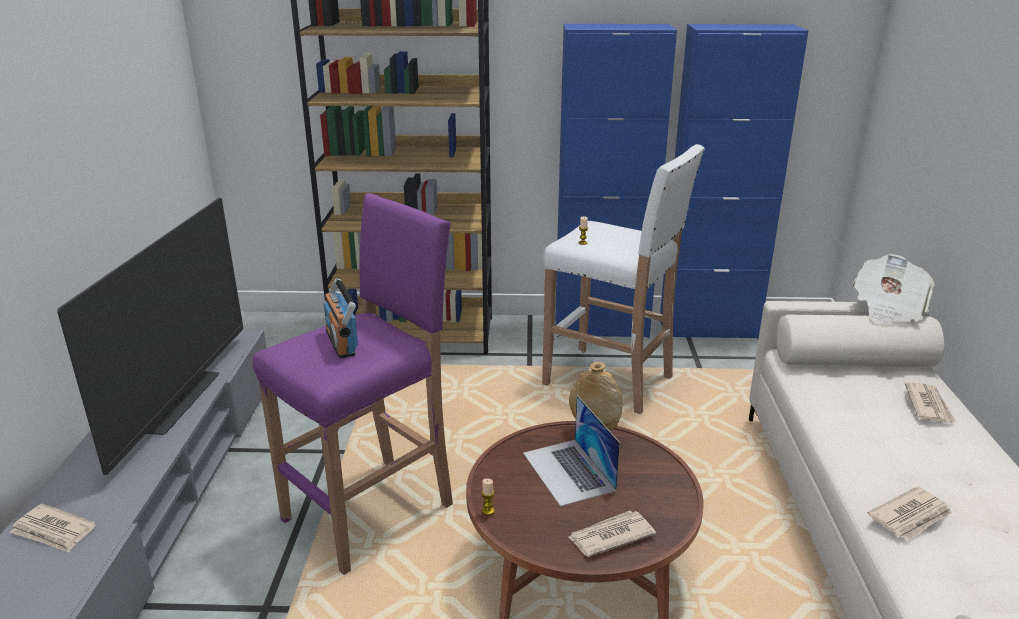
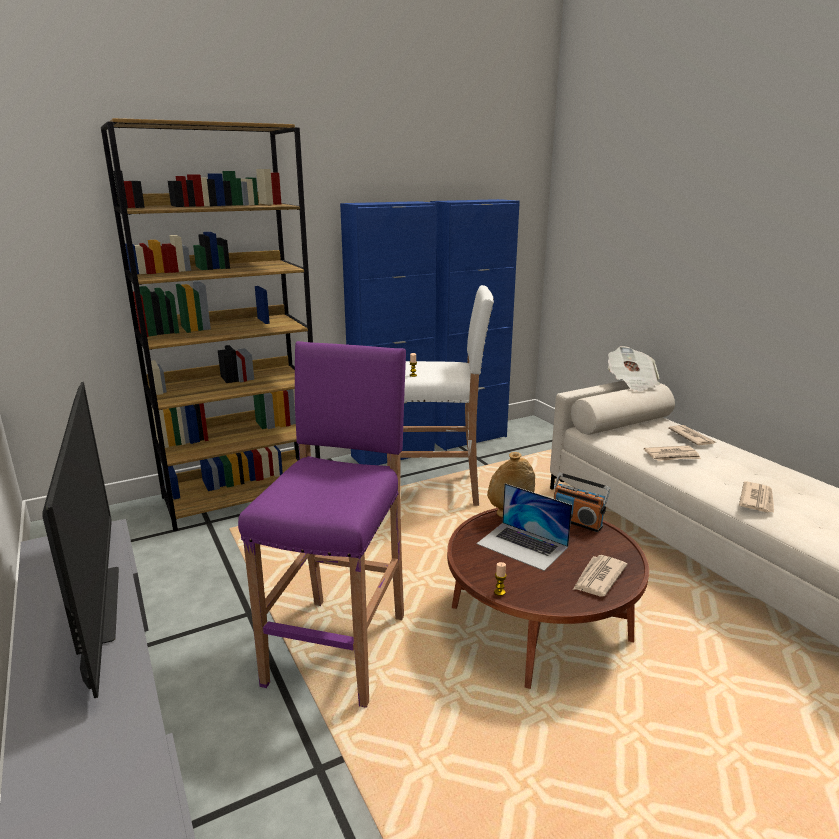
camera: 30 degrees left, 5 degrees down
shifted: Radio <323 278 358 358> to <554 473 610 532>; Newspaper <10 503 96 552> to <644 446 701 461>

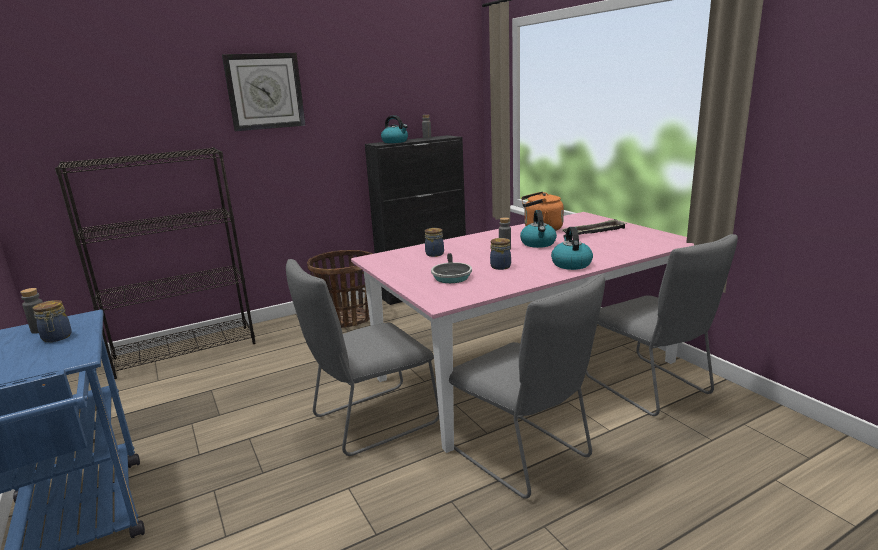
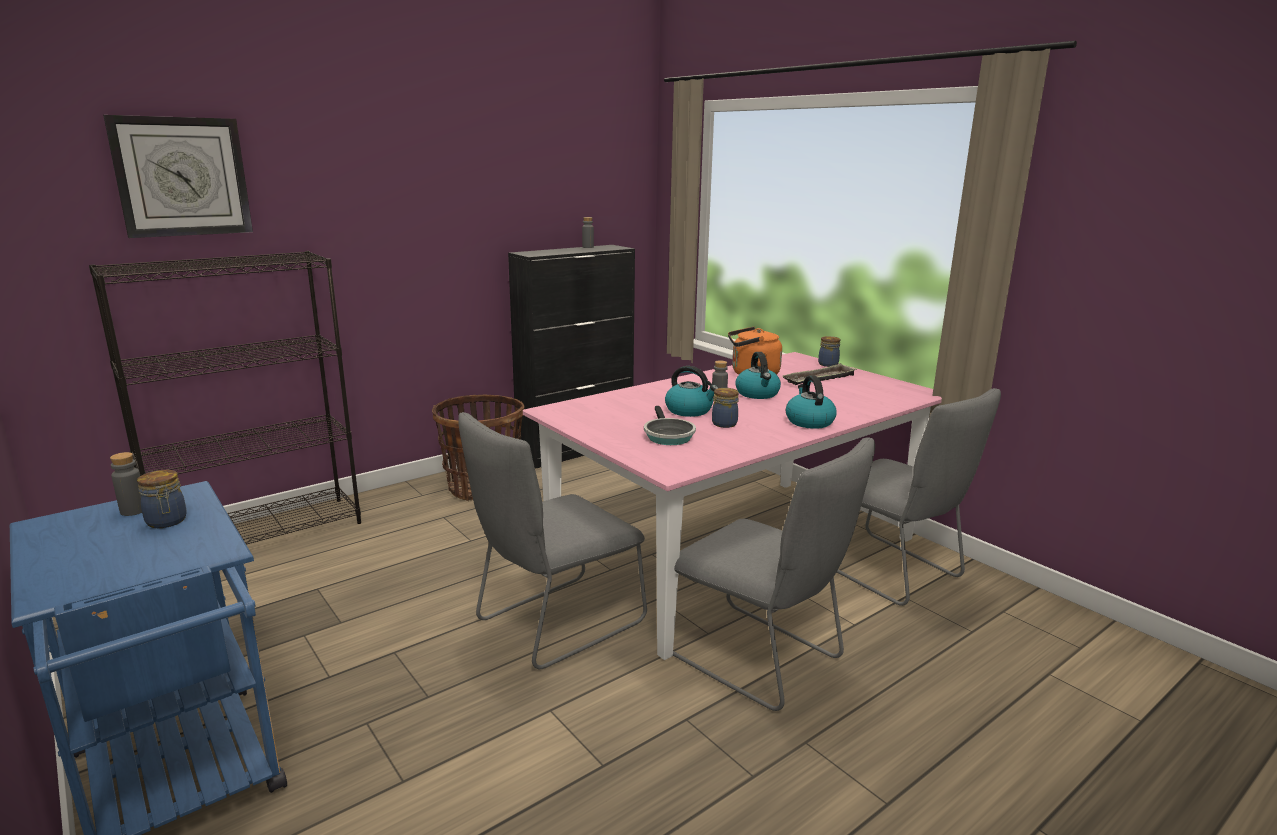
camera: 10 degrees left, 0 degrees up
shifted: WallClock <222 53 306 131> to <103 115 253 238>; Kettle <381 115 408 143> to <665 366 718 417>; Jar <425 228 444 257> to <818 336 840 367>

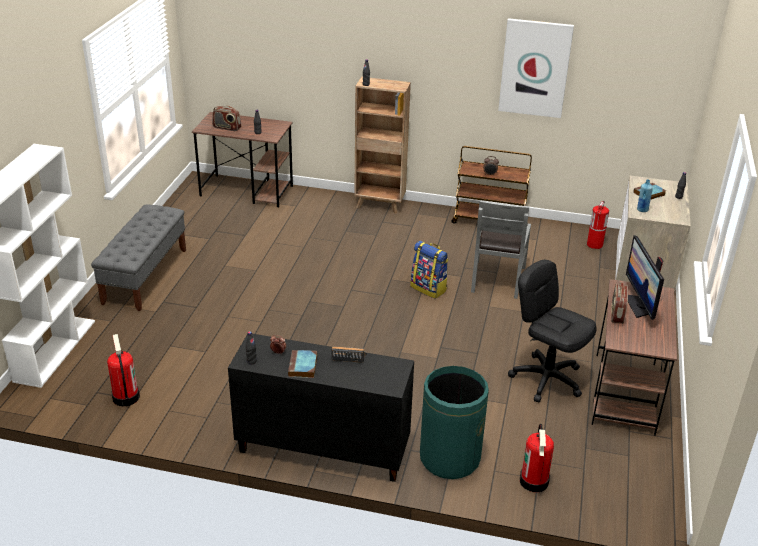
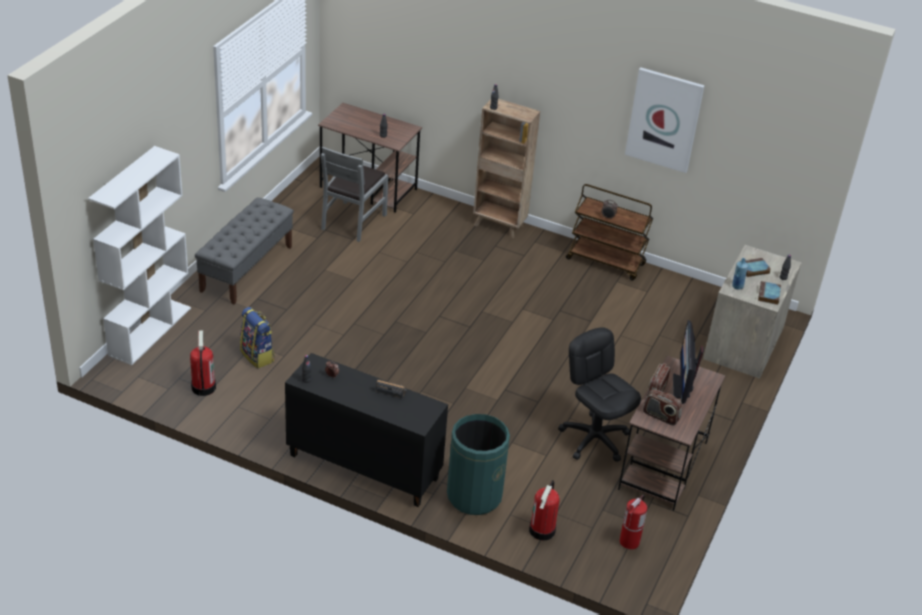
camera: 10 degrees right, 5 degrees up
shifted: Radio <212 106 241 131> to <643 389 682 426>; GreyChair <471 200 531 299> to <321 146 388 242>; FireExtinguisher <587 201 609 249> to <620 495 647 549>; Backpack <411 241 448 299> to <240 307 275 369>; Book <288 350 317 378> to <758 281 781 305>

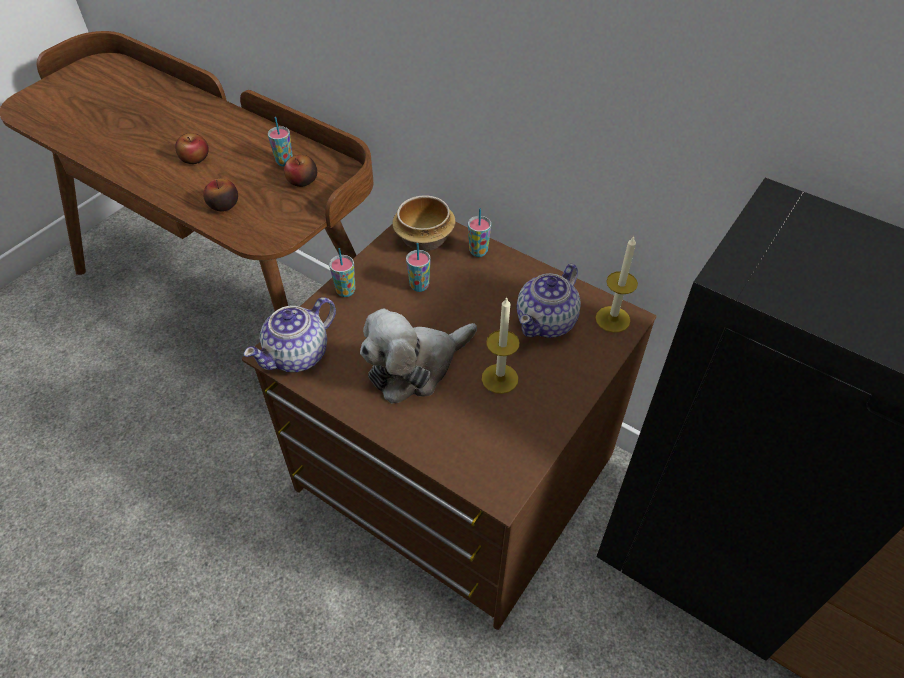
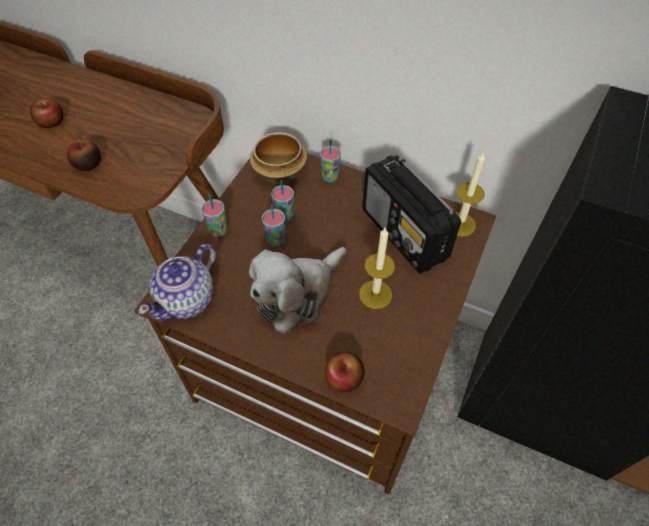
camera: 10 degrees left, 5 degrees up
shifted: Cup <268 117 293 166> to <262 204 285 247>; Apple <284 155 317 187> to <325 352 365 392>
swapped: Teapot <516 264 581 338> to Radio <362 155 461 274>

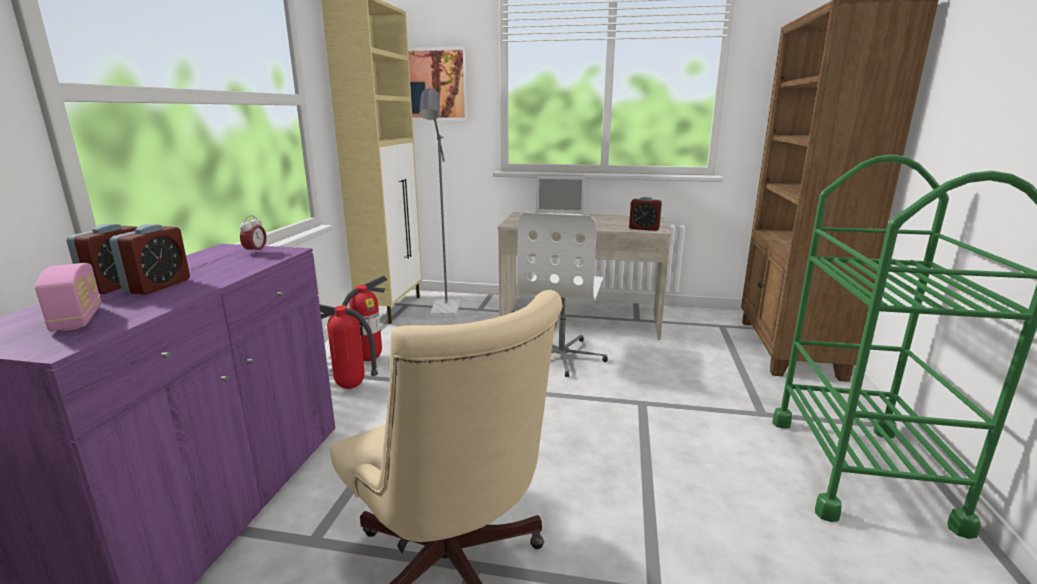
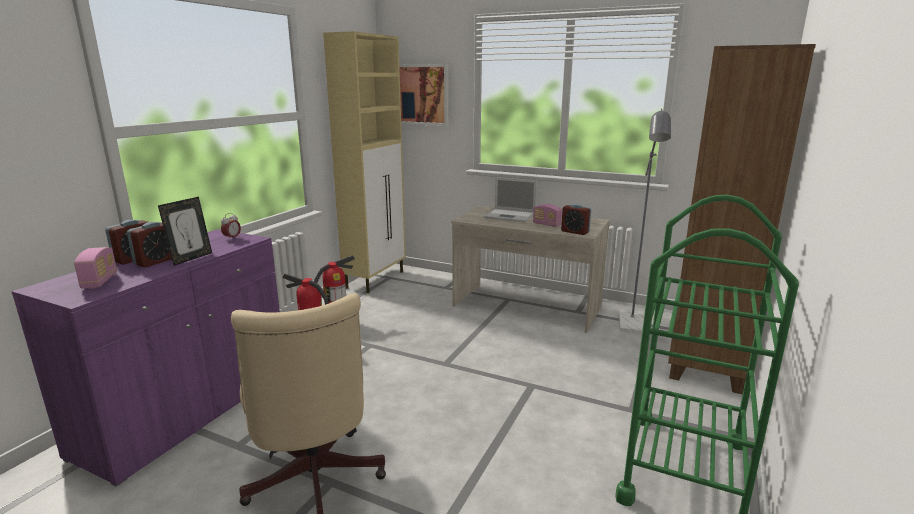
camera: 15 degrees right, 0 degrees up
gone: WhiteOfficeChair <517 213 608 377>
new: PictureFrame <158 197 212 266>; Radio <533 204 562 227>
shifted: GreyFloorLamp <419 87 460 316> to <619 109 671 333>

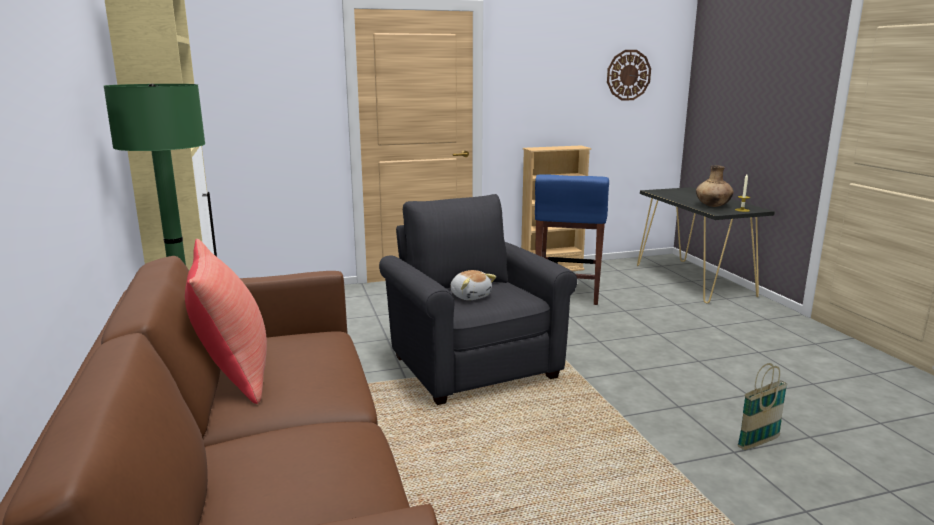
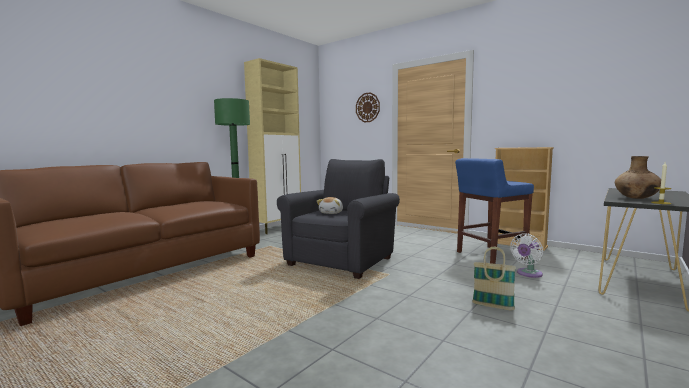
camera: 55 degrees right, 10 degrees down
gone: RedPillow <185 239 267 404>
new: WhiteFan <510 233 543 278>
shifted: WallClock <607 50 651 101> to <356 92 380 123>; Basket <738 363 788 450> to <472 247 516 311>

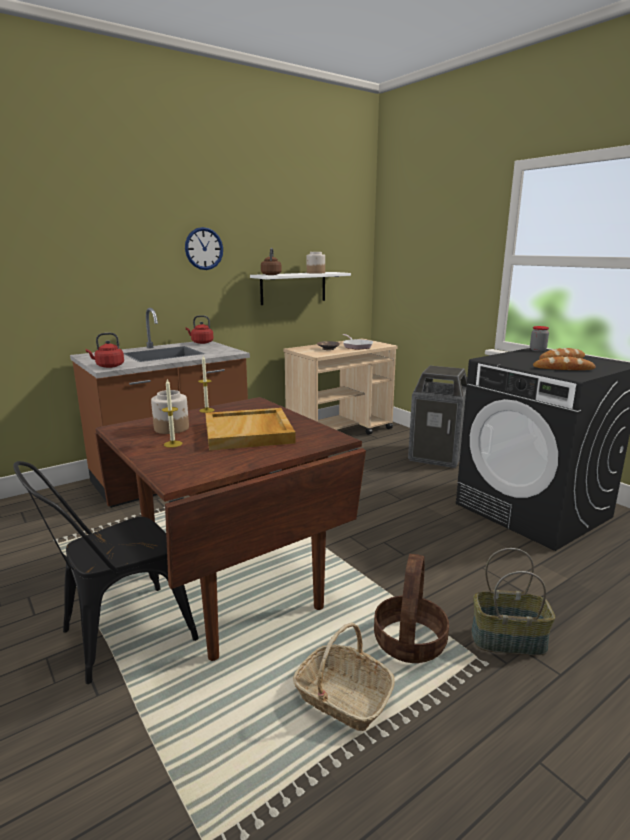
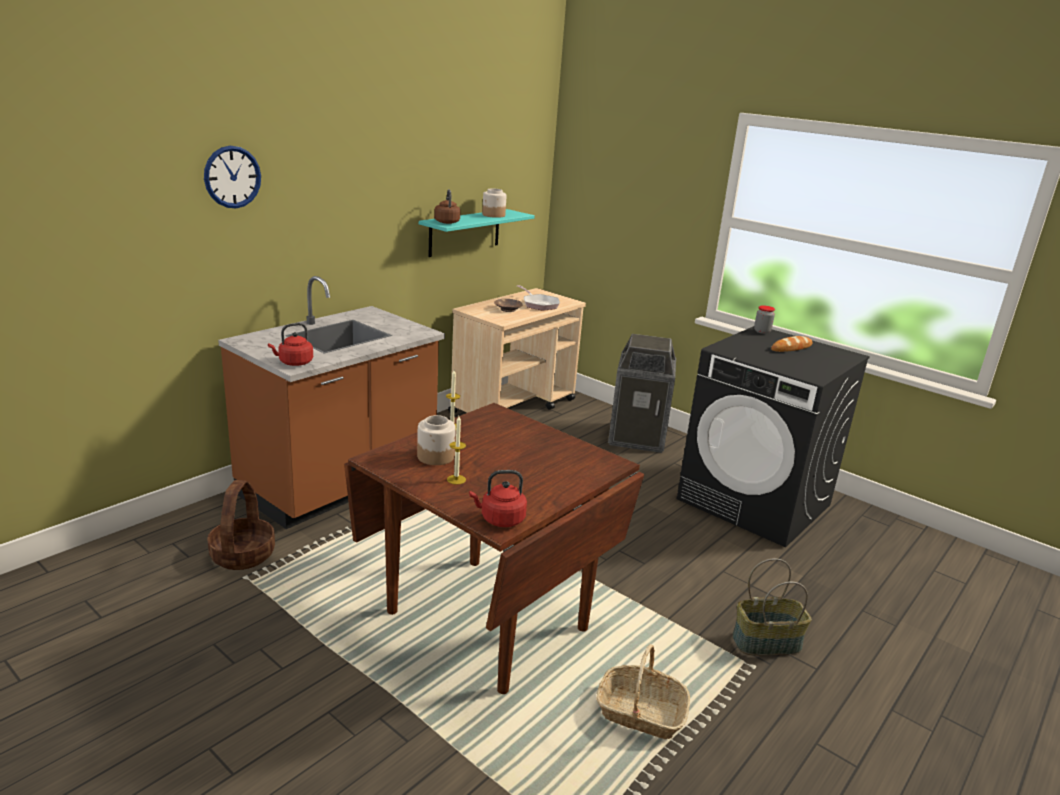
camera: 15 degrees left, 5 degrees up
gone: Bread <533 356 596 370>; BeigeTray <205 408 296 450>; BlackChair <13 461 198 684>
shifted: WallClock <185 227 223 270> to <204 146 261 208>; RedKettle <186 315 214 344> to <469 470 527 527>; Basket <374 554 449 663> to <207 480 275 570>
repainted: WhiteShelf <250 272 351 305> to TurquoiseShelf <419 209 535 257>

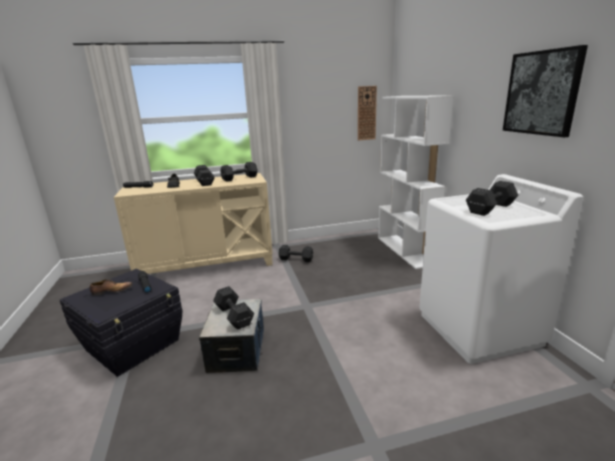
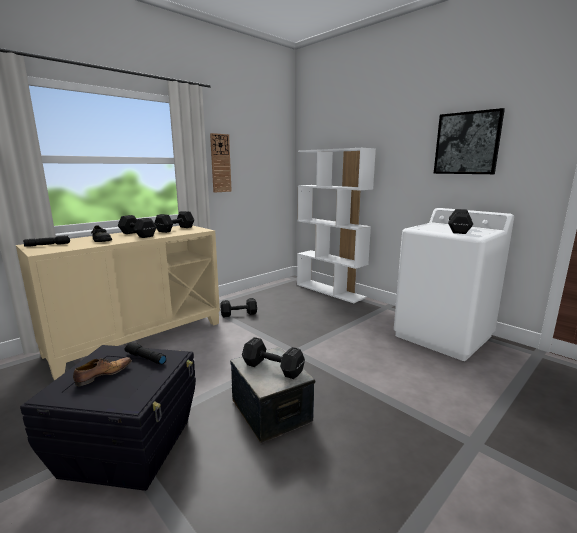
camera: 30 degrees left, 5 degrees down
shifted: WallClock <358 86 377 140> to <210 133 232 193>

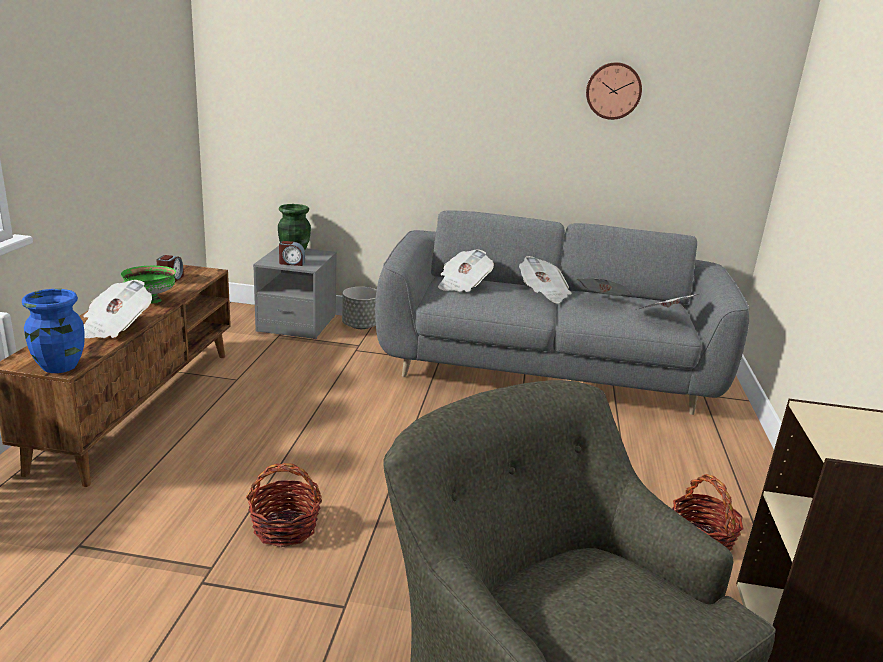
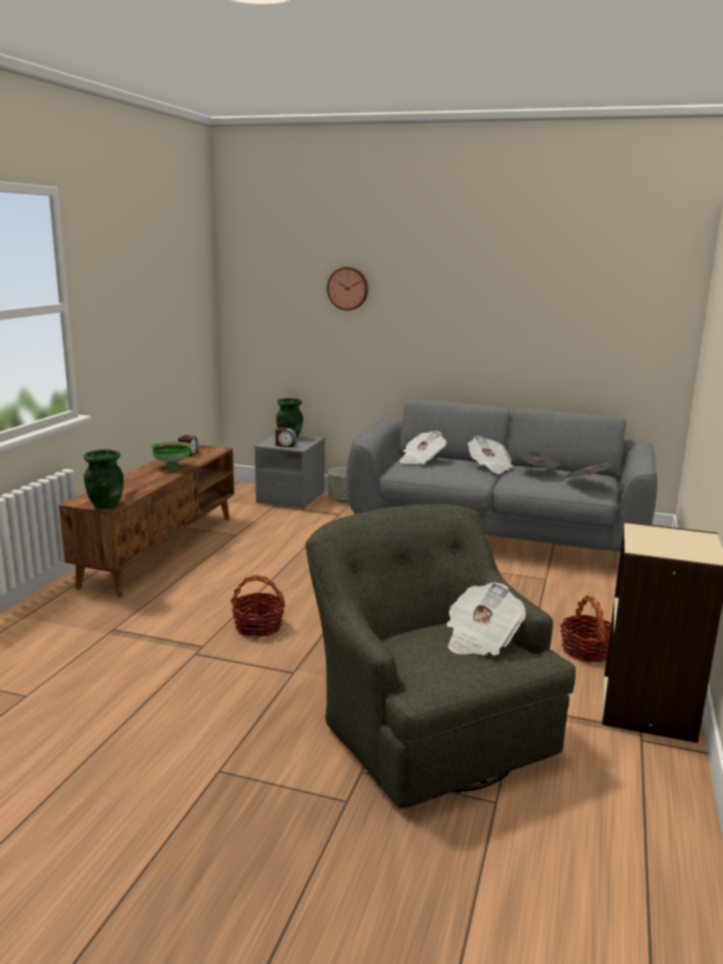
camera: 10 degrees right, 5 degrees down
shifted: WallClock <586 62 642 120> to <327 267 368 311>; Newspaper <83 280 152 338> to <446 582 526 656>
repainted: BlueVase <22 289 85 373> to GreenVase <84 449 124 509>

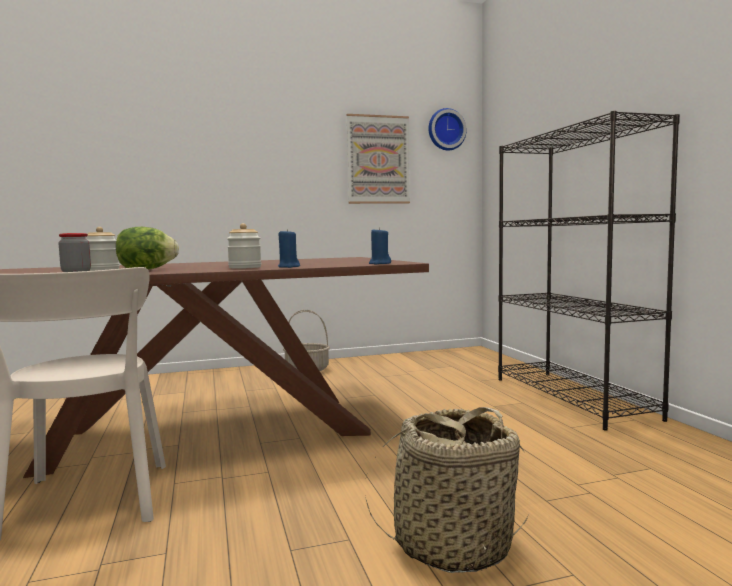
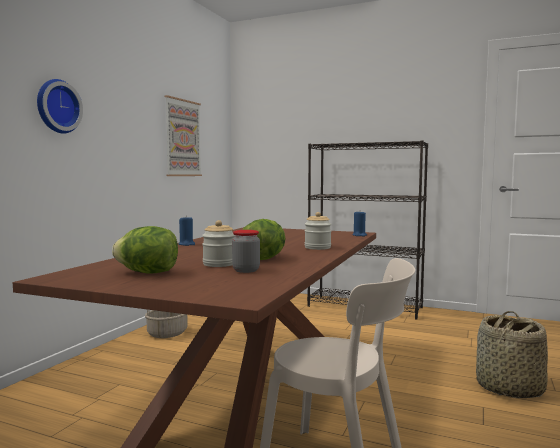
camera: 50 degrees left, 0 degrees up
new: Lettuce <112 226 178 274>
shifted: WallClock <429 108 467 151> to <37 79 83 134>; BlueCandle <278 229 300 268> to <179 217 195 246>

